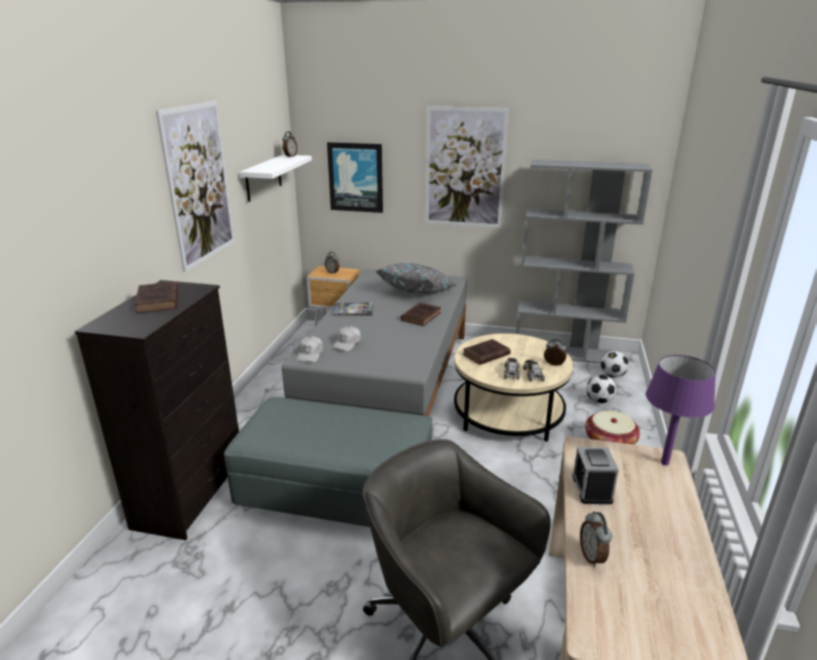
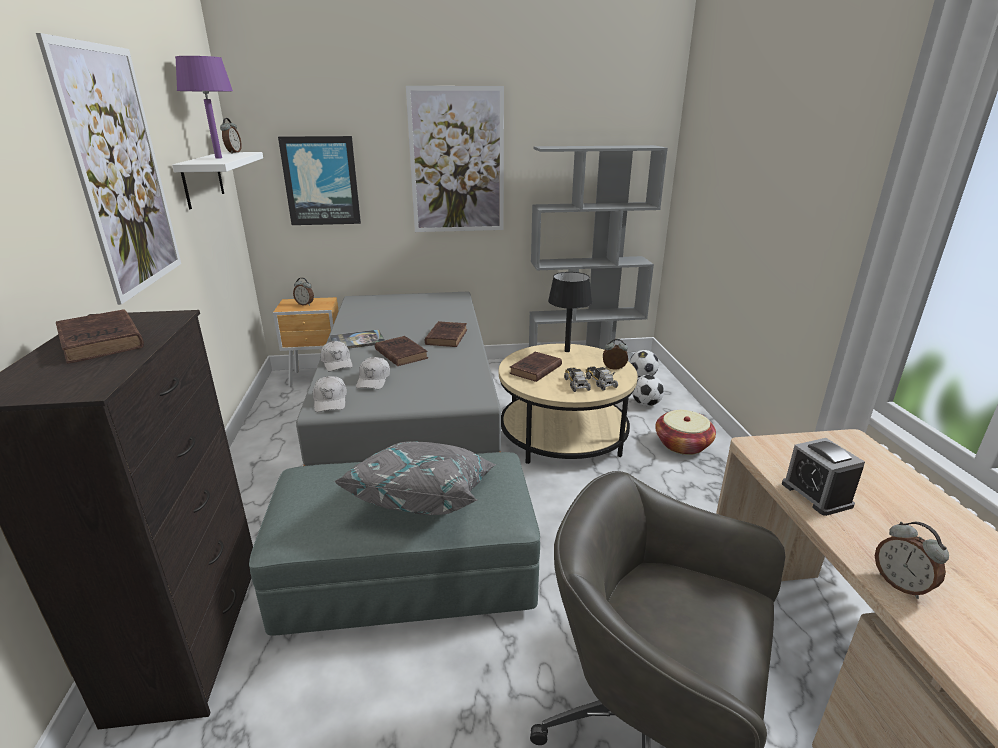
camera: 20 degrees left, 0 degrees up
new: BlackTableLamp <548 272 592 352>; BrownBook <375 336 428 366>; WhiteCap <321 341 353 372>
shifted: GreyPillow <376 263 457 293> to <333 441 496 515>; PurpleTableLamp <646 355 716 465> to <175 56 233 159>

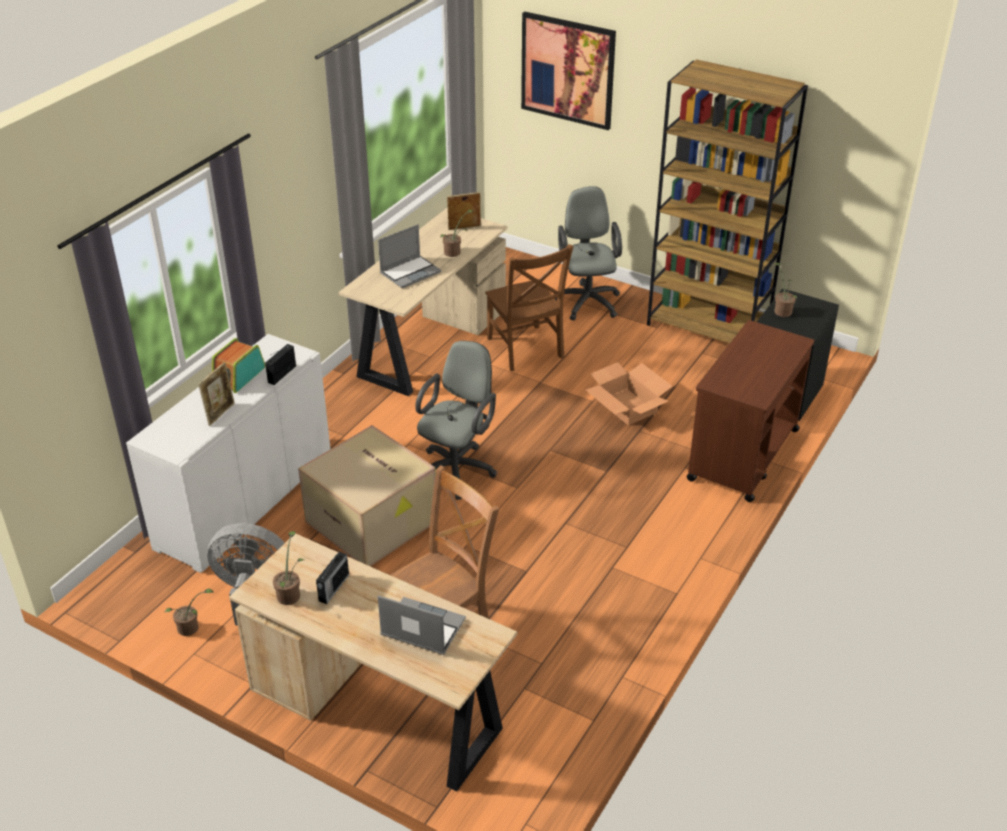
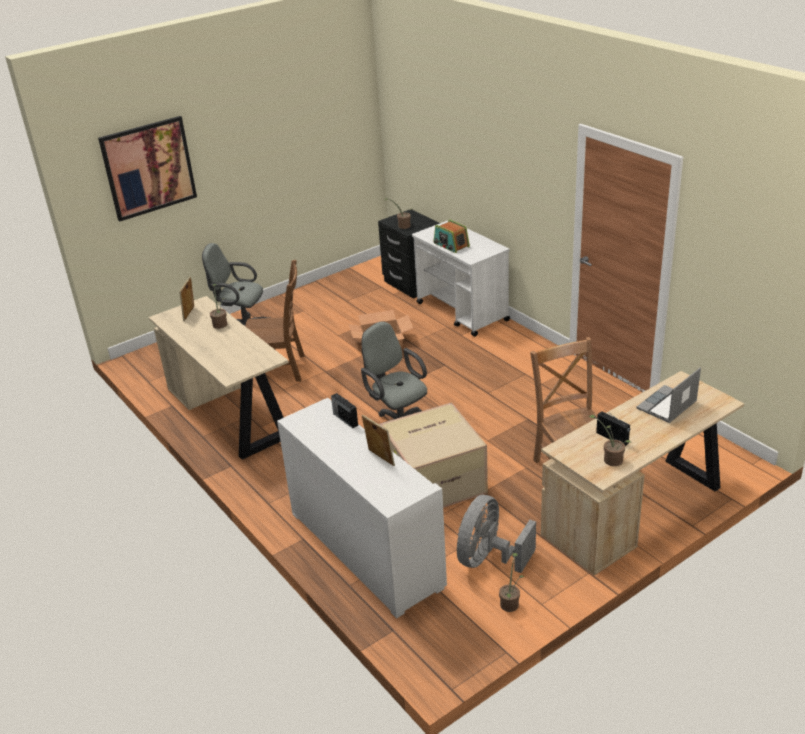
camera: 65 degrees left, 5 degrees down
gone: BrownBookcase <647 59 808 343>; Laptop <378 224 441 288>
shifted: Radio <212 338 265 393> to <433 220 470 253>
repainted: BrownCart <687 320 814 502> to WhiteCart <412 221 510 337>

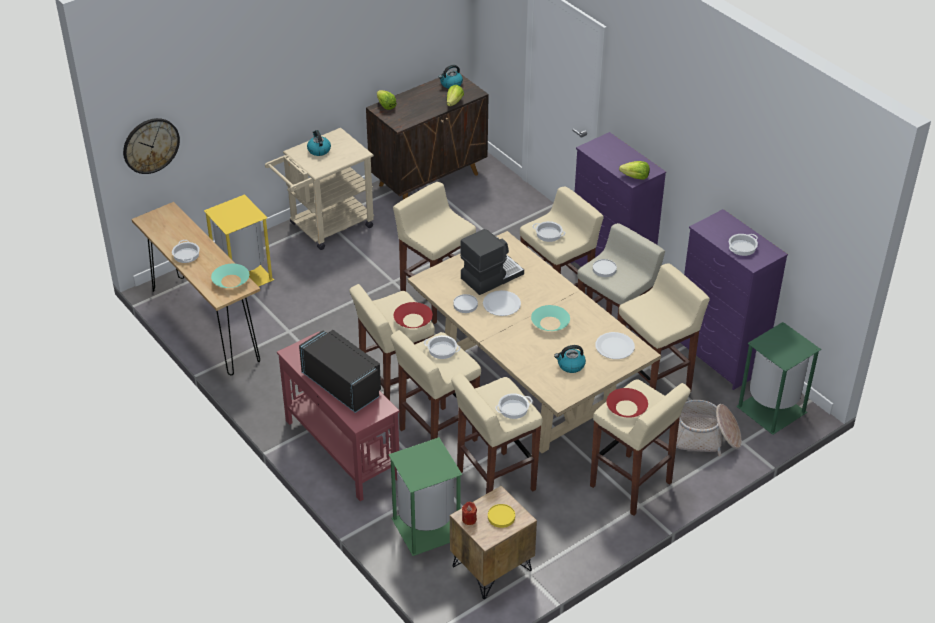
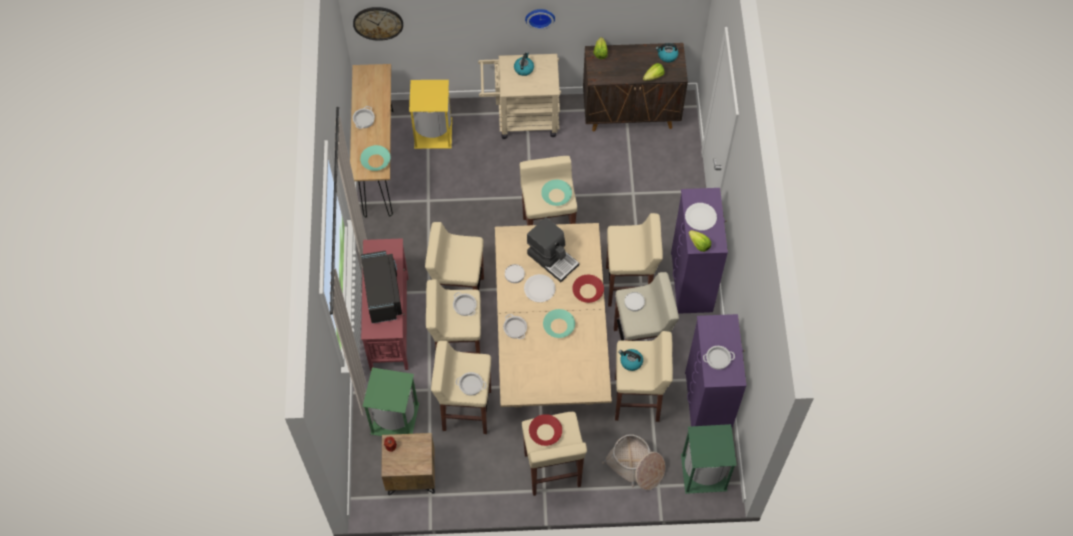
camera: 35 degrees right, 20 degrees up
gone: YellowPlate <488 504 515 528>
new: WallClock <525 9 555 30>; TurquoiseBowl <541 180 572 206>
shifted: CookingPot <532 221 565 242> to <503 314 527 339>; RedBowl <394 302 433 328> to <572 275 604 303>; WhitePlate <595 332 635 359> to <685 203 717 230>; Kettle <554 345 586 373> to <618 349 643 371>
rotated: CoffeeMachine <460 229 524 295> = <527 217 579 282> 45 degrees clockwise

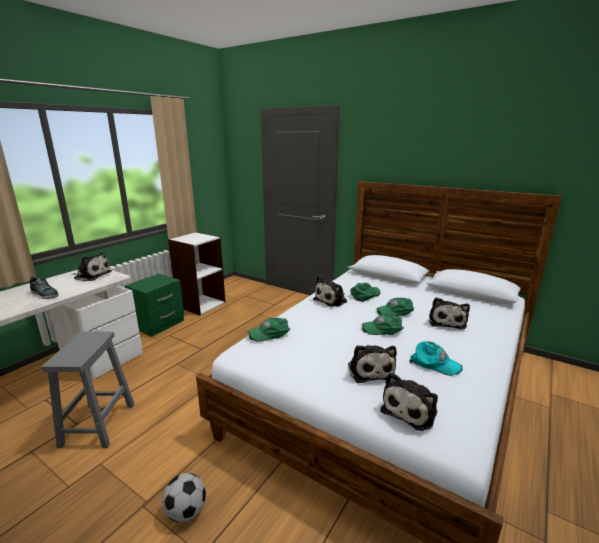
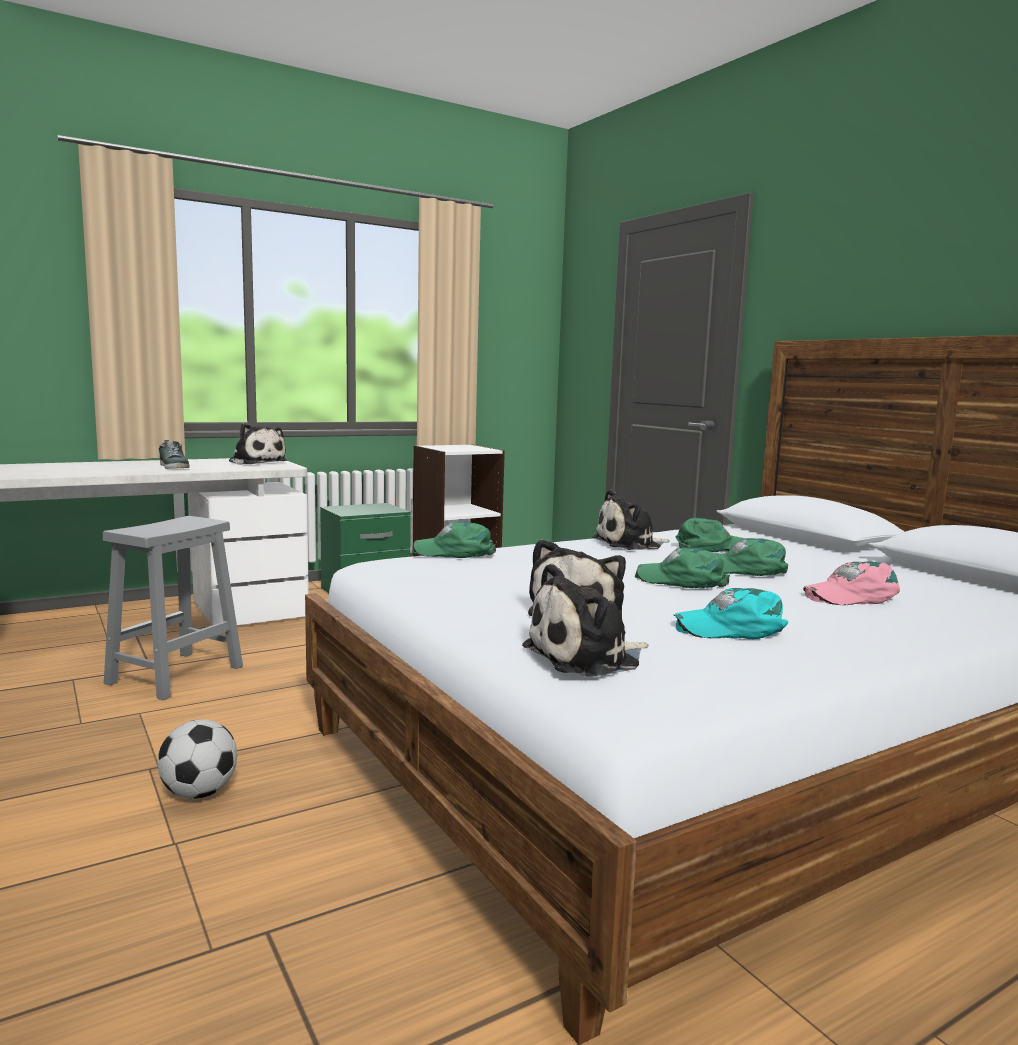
camera: 25 degrees right, 10 degrees down
swapped: PlushToy <429 297 470 330> to PinkCap <803 561 900 605>
rotated: TurquoiseCap <409 341 463 376> = <673 588 788 639> 120 degrees clockwise

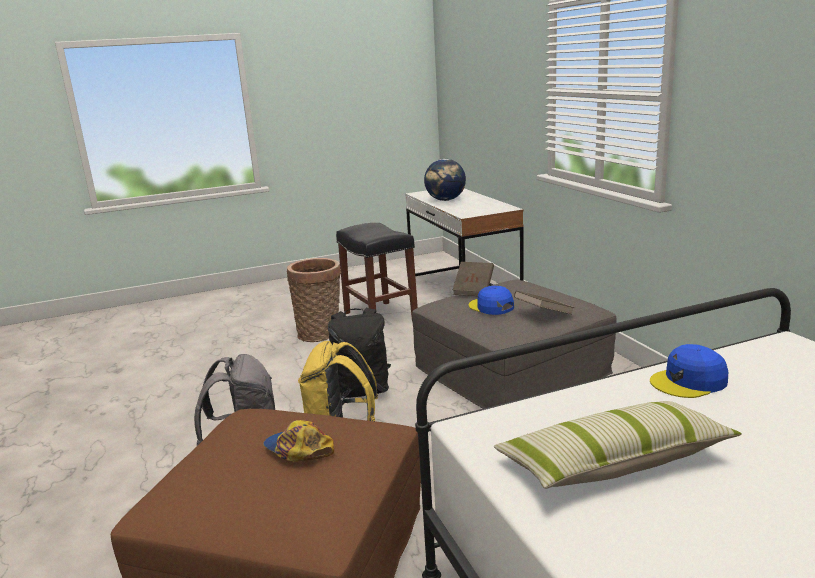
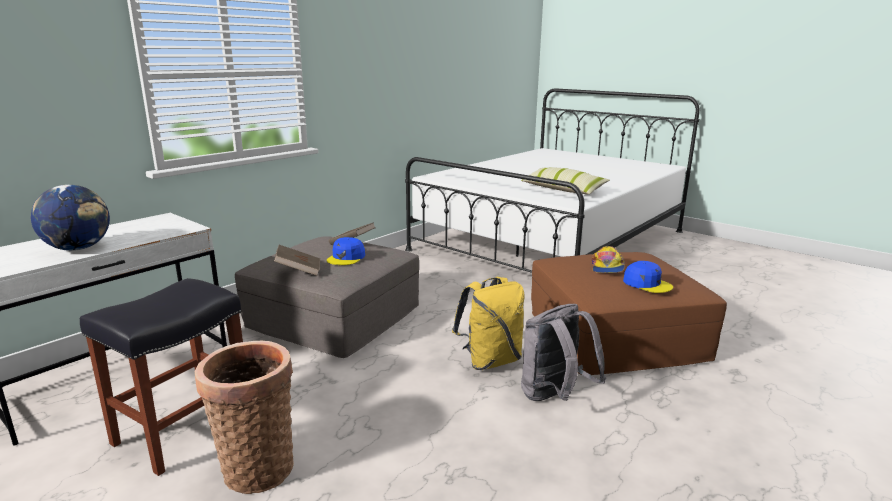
camera: 120 degrees left, 0 degrees up
gone: BlackBackpack <328 308 391 398>
shifted: BlueCap <650 344 728 398> to <623 261 673 293>

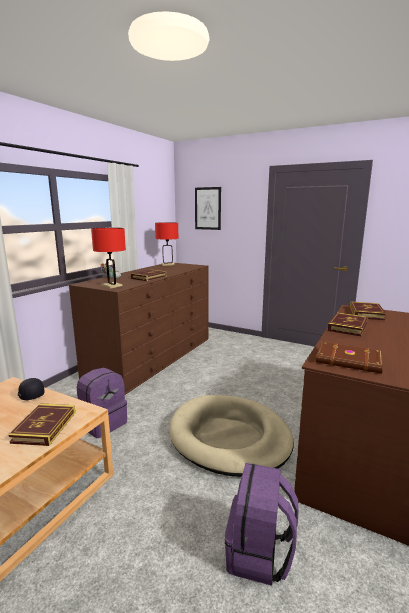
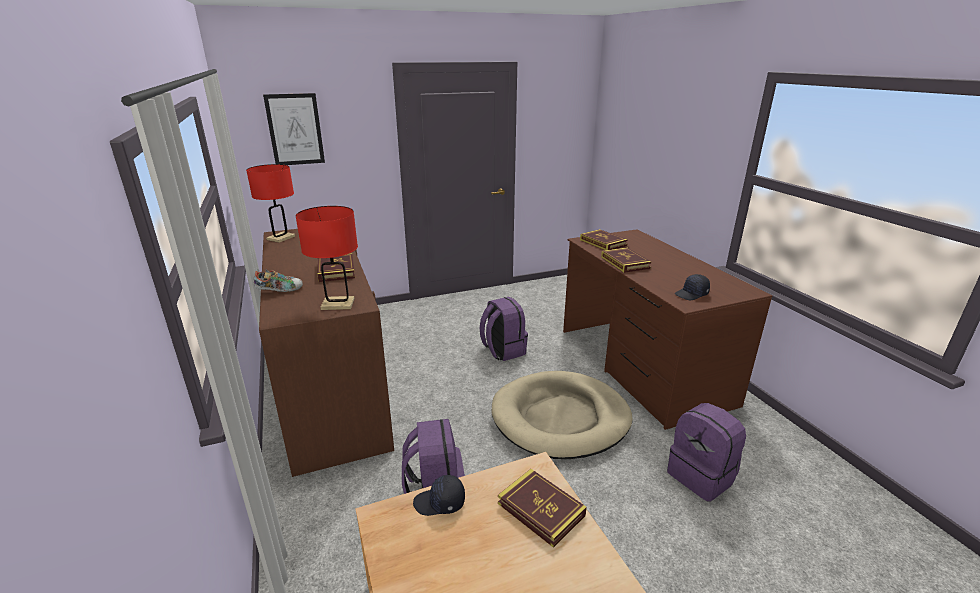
camera: 50 degrees left, 10 degrees up
new: PurpleBackpack <479 297 528 361>
swapped: BrownBook <316 342 383 374> to BlackCap <675 274 710 300>

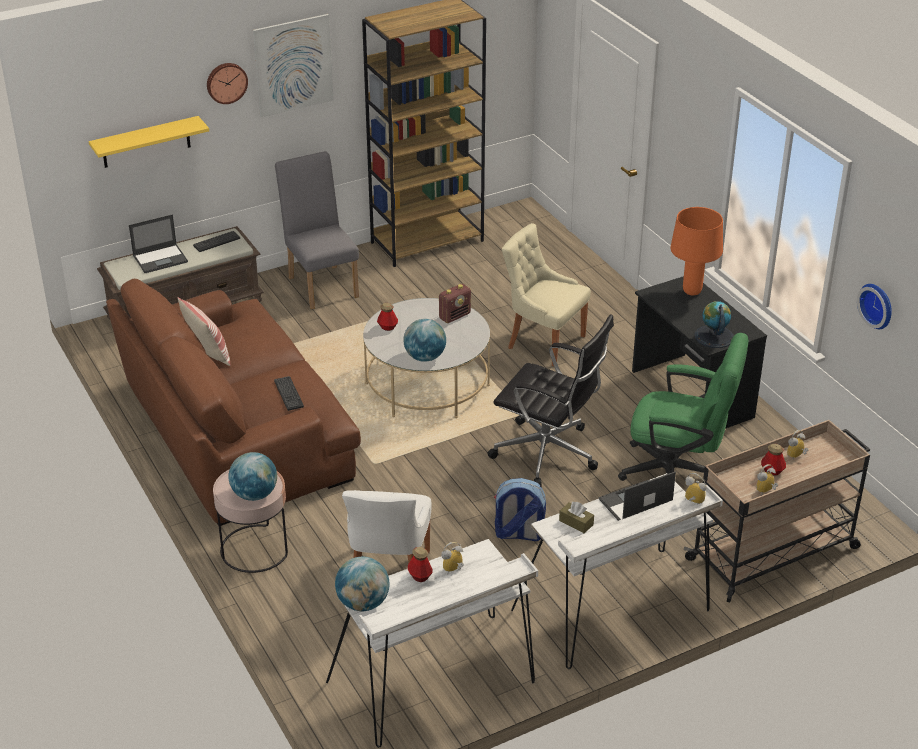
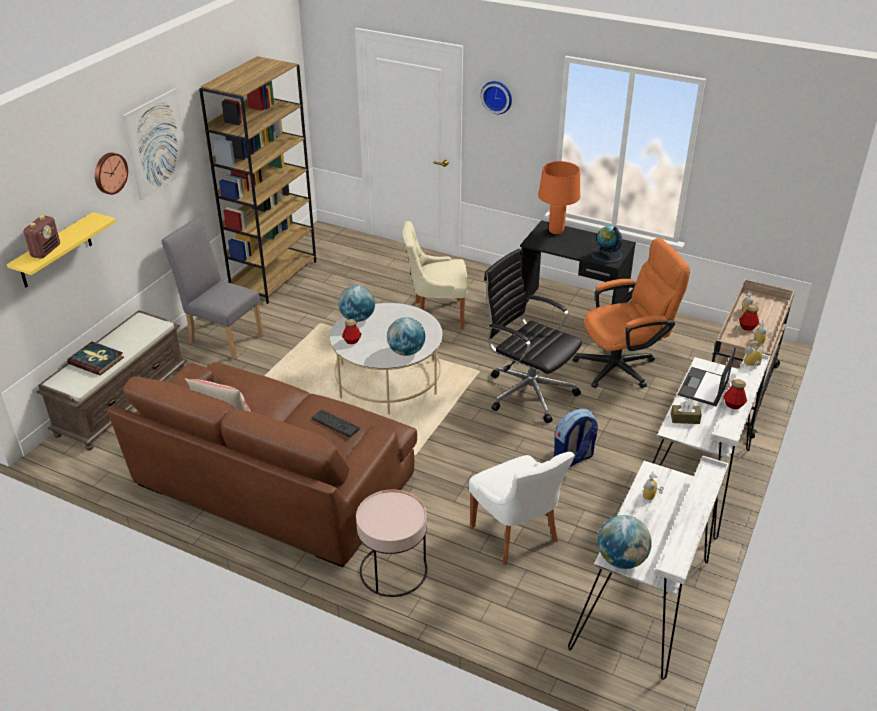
camera: 35 degrees left, 0 degrees up
gone: Keyboard <193 231 240 252>
shifted: Radio <439 284 471 323> to <23 215 60 259>; WallClock <857 284 892 329> to <481 81 512 114>; Globe <228 452 277 501> to <338 285 375 322>; Bottle <408 547 432 582> to <723 379 747 409>
swapped: Laptop <129 214 188 273> to Book <67 341 124 376>
repainted: GreenOfficeChair <618 333 749 482> to OrangeOfficeChair <573 238 690 388>
rotated: BlackOfficeChair <487 315 614 487> = <484 249 582 423> 135 degrees counterclockwise

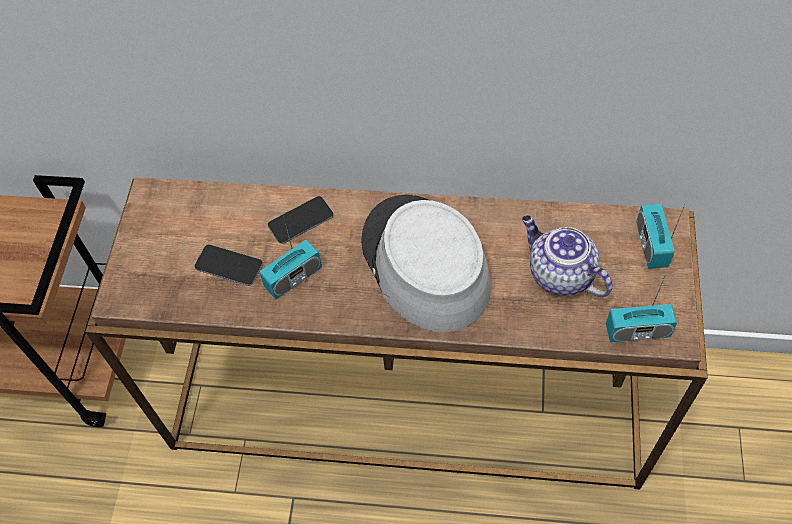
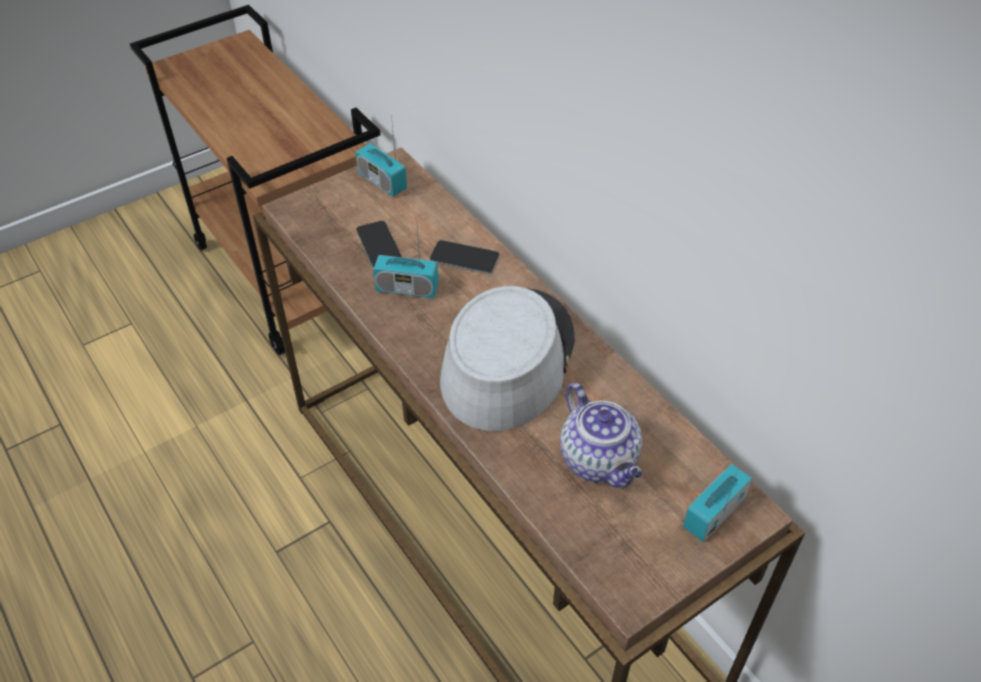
camera: 45 degrees right, 10 degrees down
shifted: Radio <606 274 677 342> to <356 114 407 197>
rotated: Teapot <522 215 613 297> = <560 383 642 488> 150 degrees clockwise

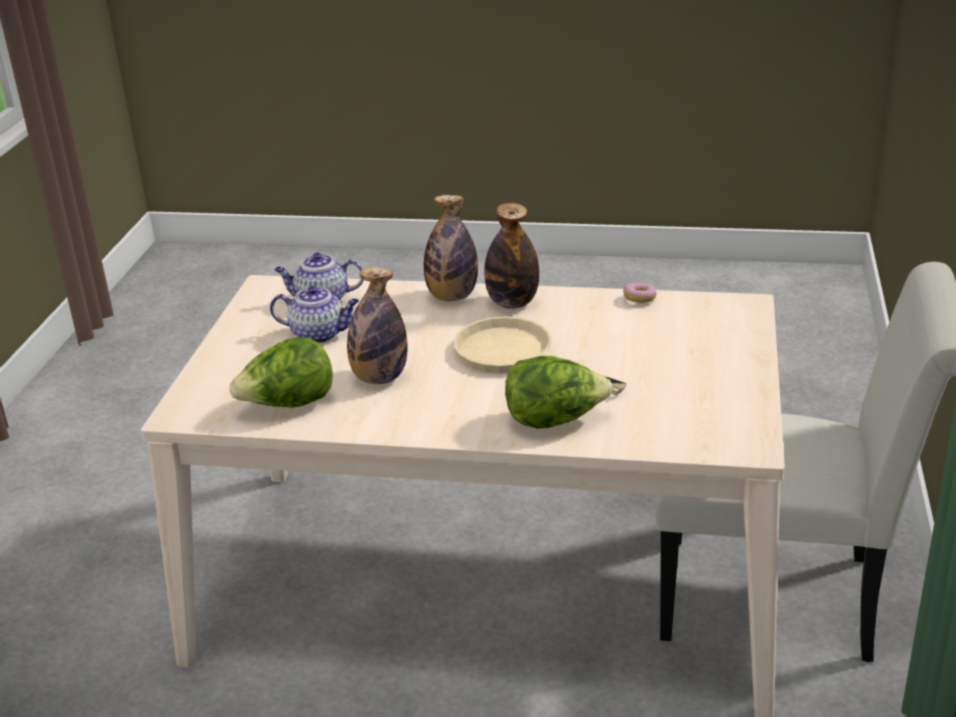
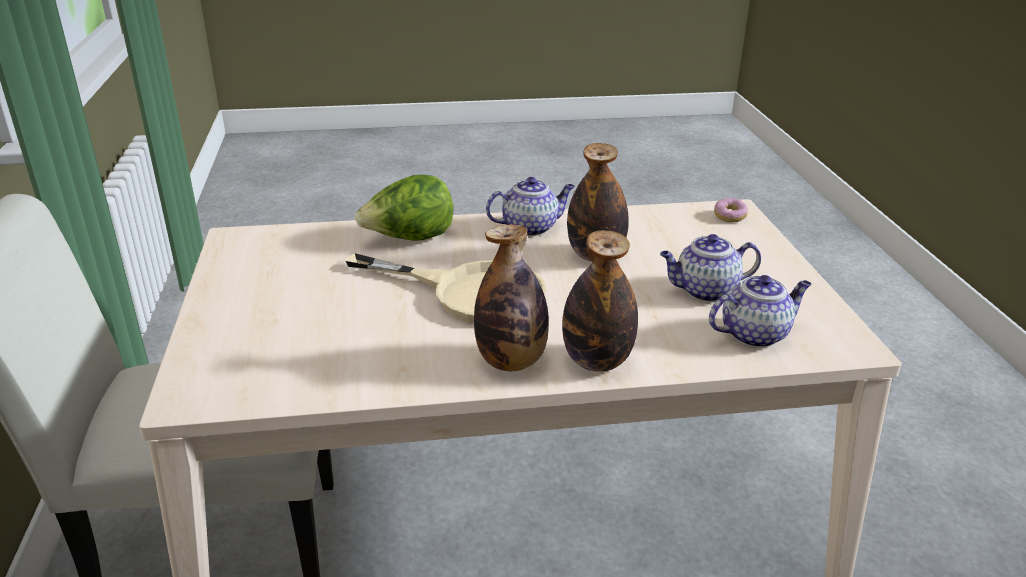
camera: 160 degrees right, 0 degrees up
gone: Lettuce <229 337 333 408>
new: Teapot <486 177 575 236>
shifted: Donut <623 283 657 303> to <714 198 748 222>

